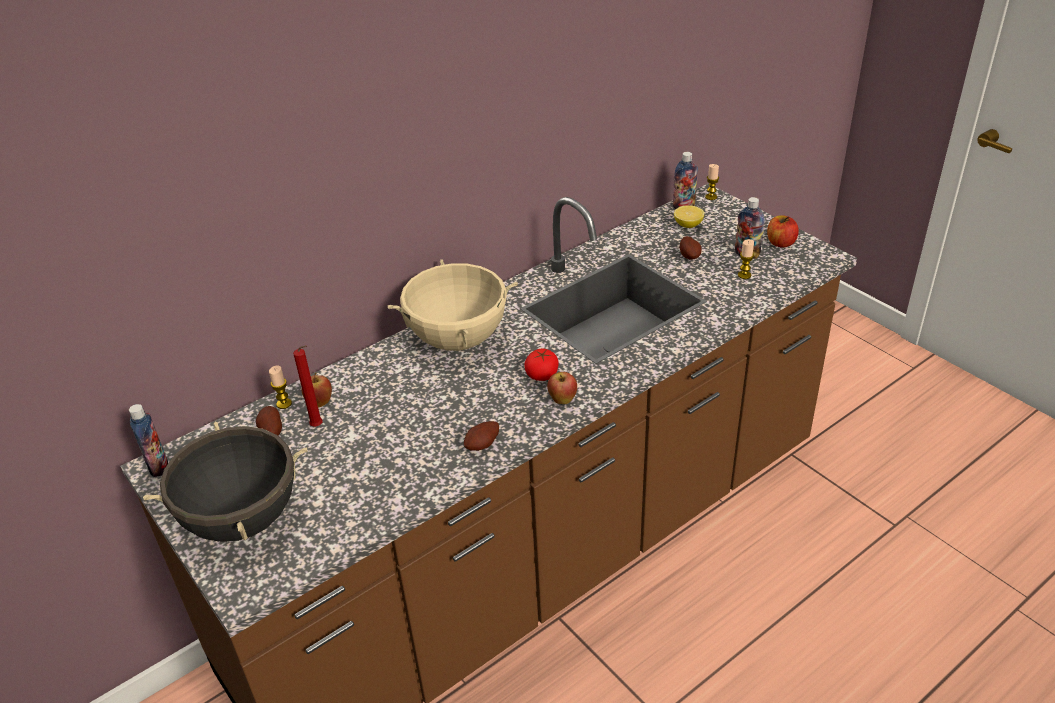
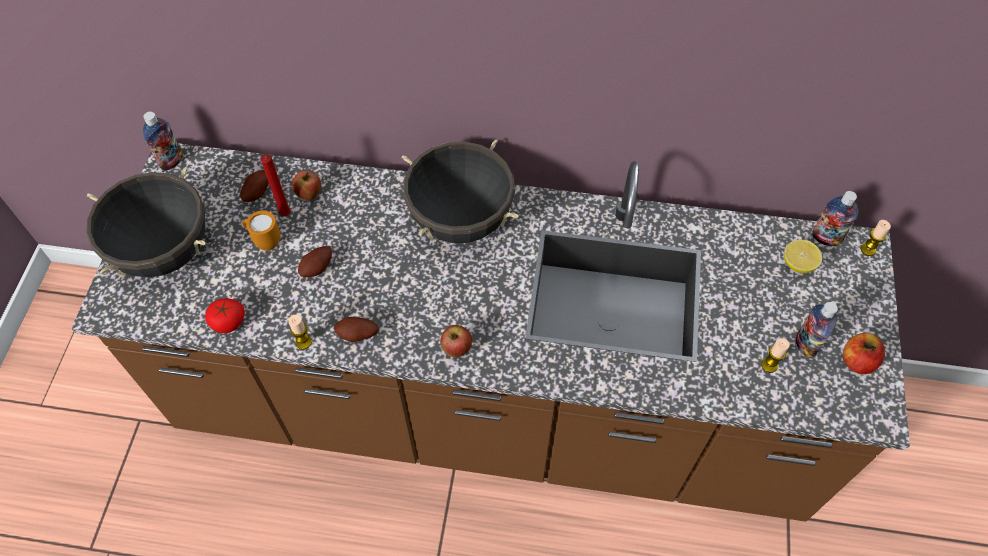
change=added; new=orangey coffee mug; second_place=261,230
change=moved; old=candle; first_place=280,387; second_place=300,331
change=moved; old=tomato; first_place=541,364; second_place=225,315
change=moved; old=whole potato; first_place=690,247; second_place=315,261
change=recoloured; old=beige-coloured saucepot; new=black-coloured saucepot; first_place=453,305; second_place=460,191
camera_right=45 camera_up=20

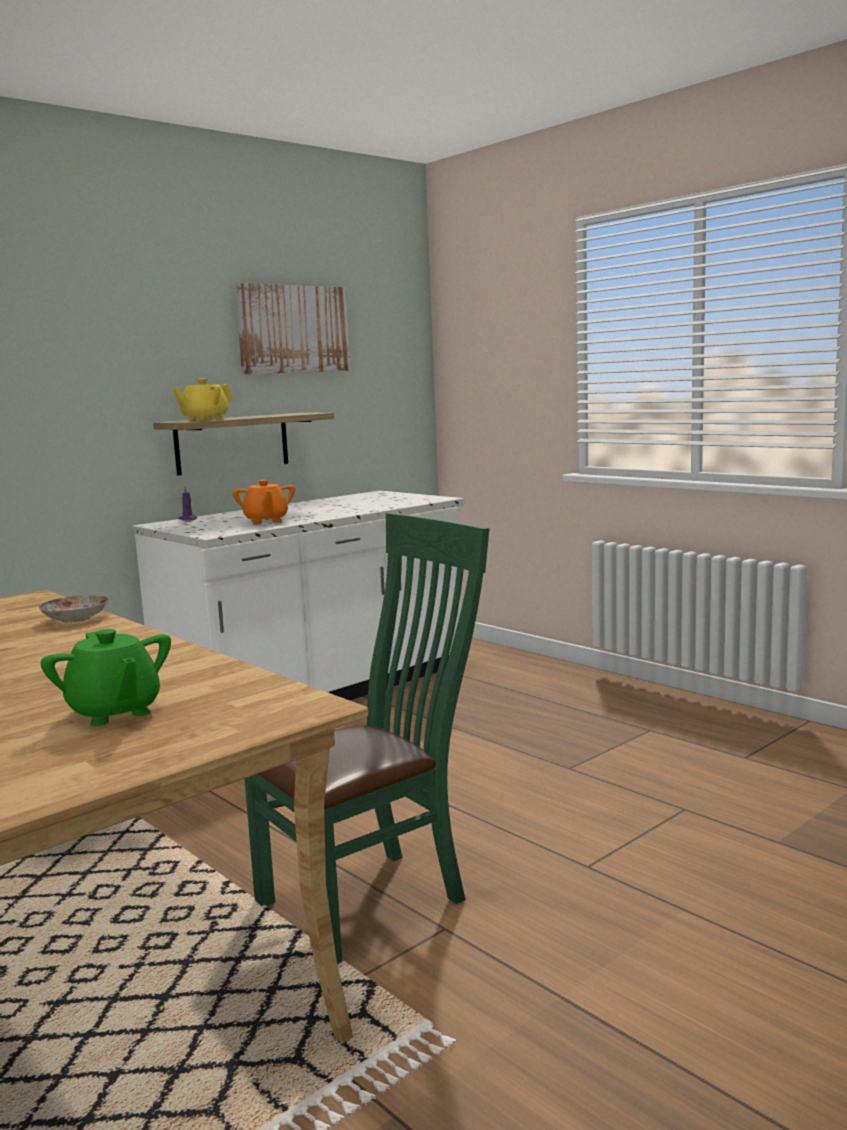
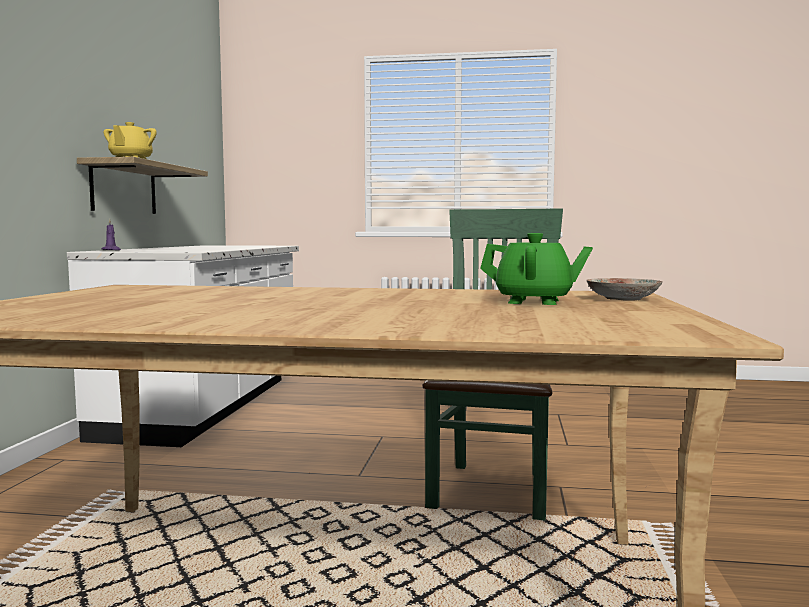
change=removed; old=orangey tea pot; first_place=263,502
change=removed; old=wall art; first_place=292,328
change=moved; old=dinner plate; first_place=74,608; second_place=624,289
camera_right=-40 camera_up=-5

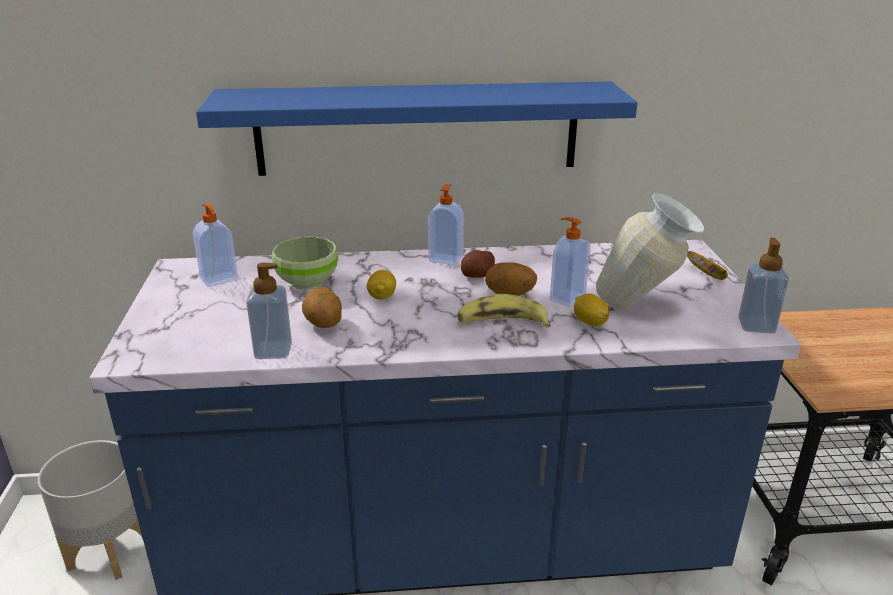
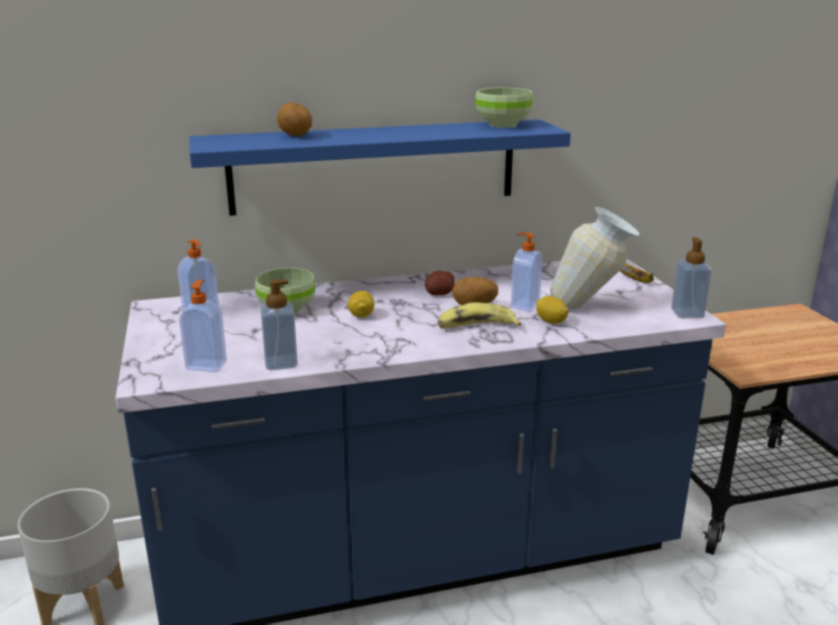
change=added; new=green-coloured serving bowl; second_place=504,108
change=moved; old=whole potato; first_place=322,307; second_place=294,119
change=moved; old=liquid soap bottle; first_place=446,224; second_place=203,326
camera_right=-10 camera_up=-5

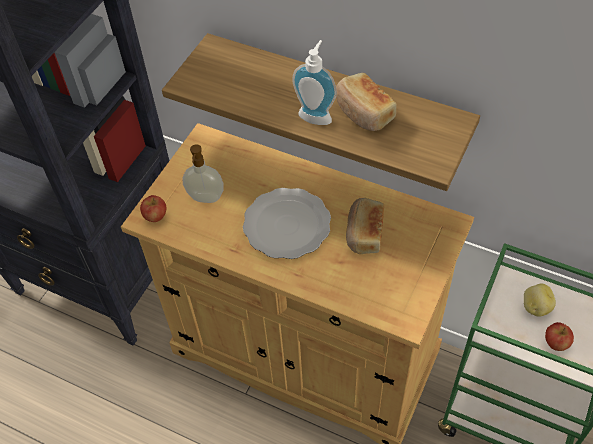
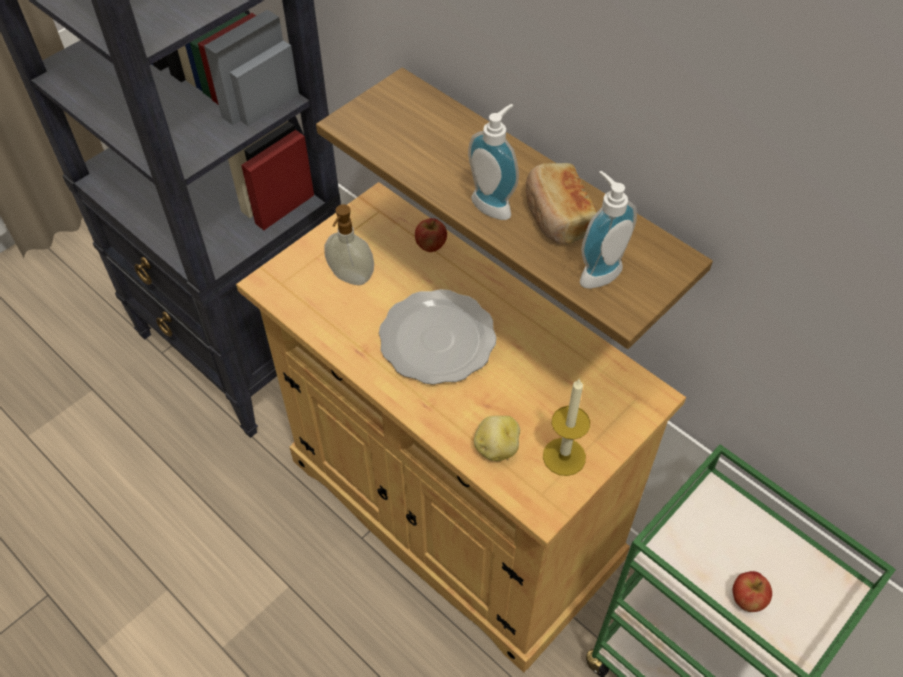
change=removed; old=bakery bread; first_place=365,226
change=added; new=candle; second_place=566,427
change=added; new=liquid soap bottle; second_place=608,230
change=moved; old=apple; first_place=153,208; second_place=431,235
change=moved; old=whole potato; first_place=540,300; second_place=497,438
camera_right=15 camera_up=0

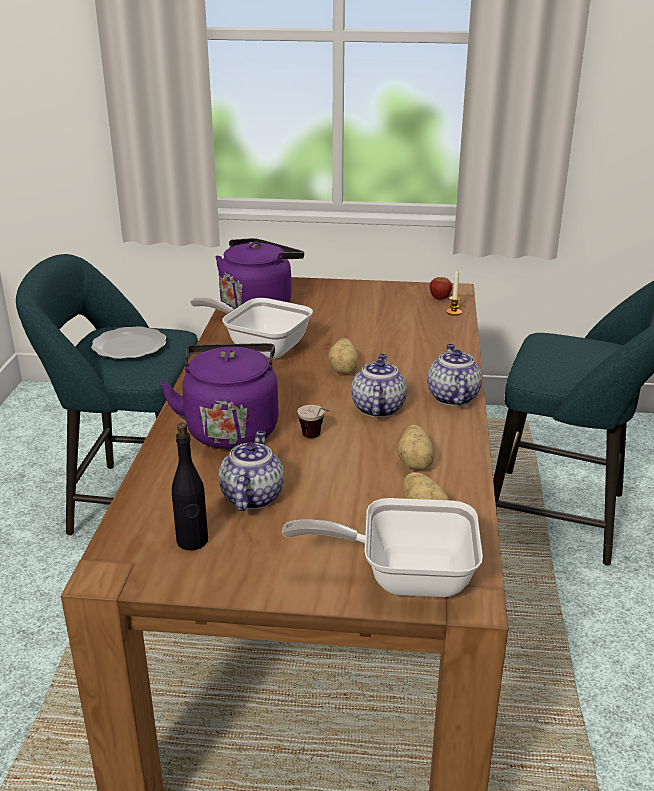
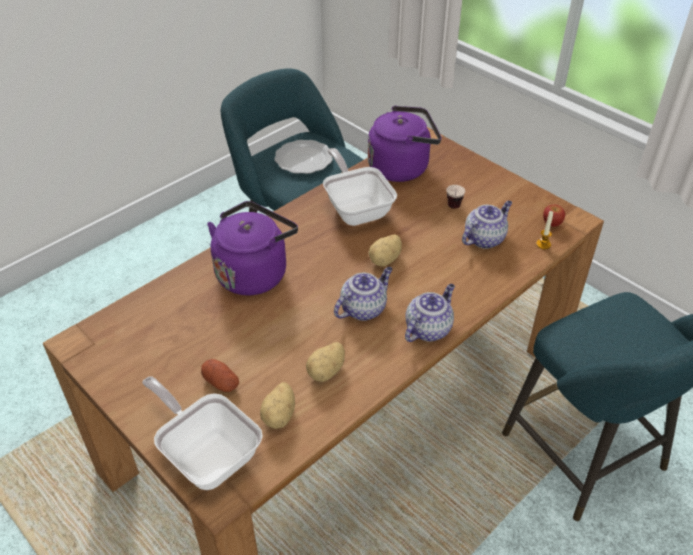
change=removed; old=black-coloured beverage bottle; first_place=190,486
change=added; new=whole potato; second_place=220,375
change=moved; old=tea pot; first_place=251,471; second_place=487,225
change=moved; old=drinking cup; first_place=313,421; second_place=455,197
camera_right=40 camera_up=15

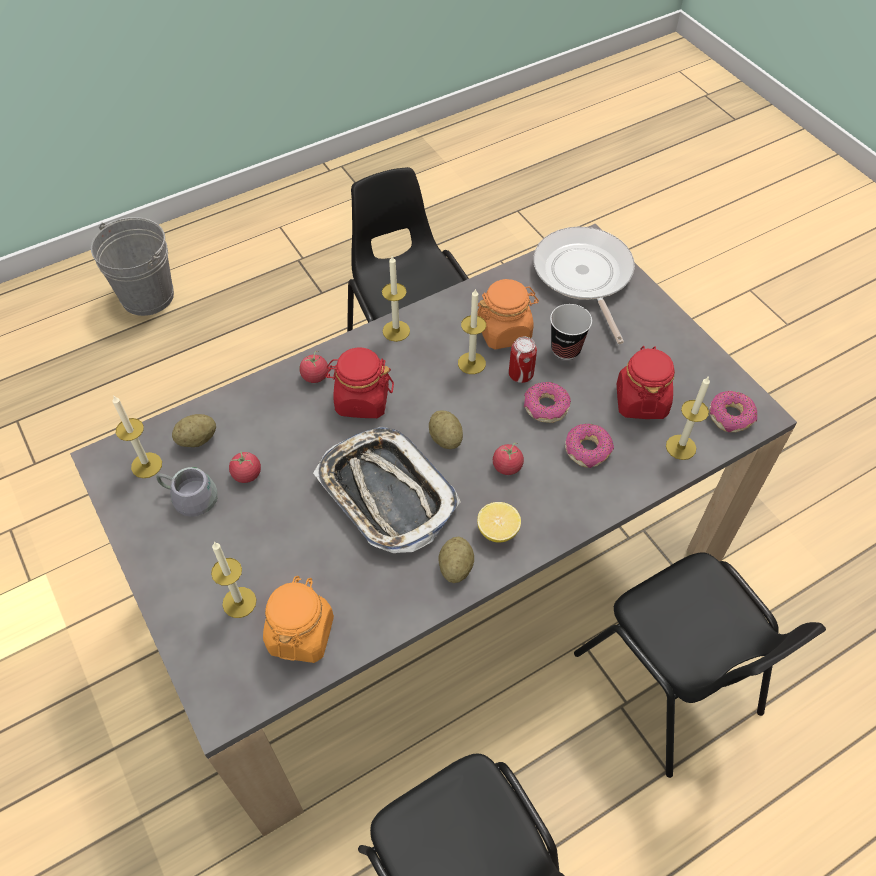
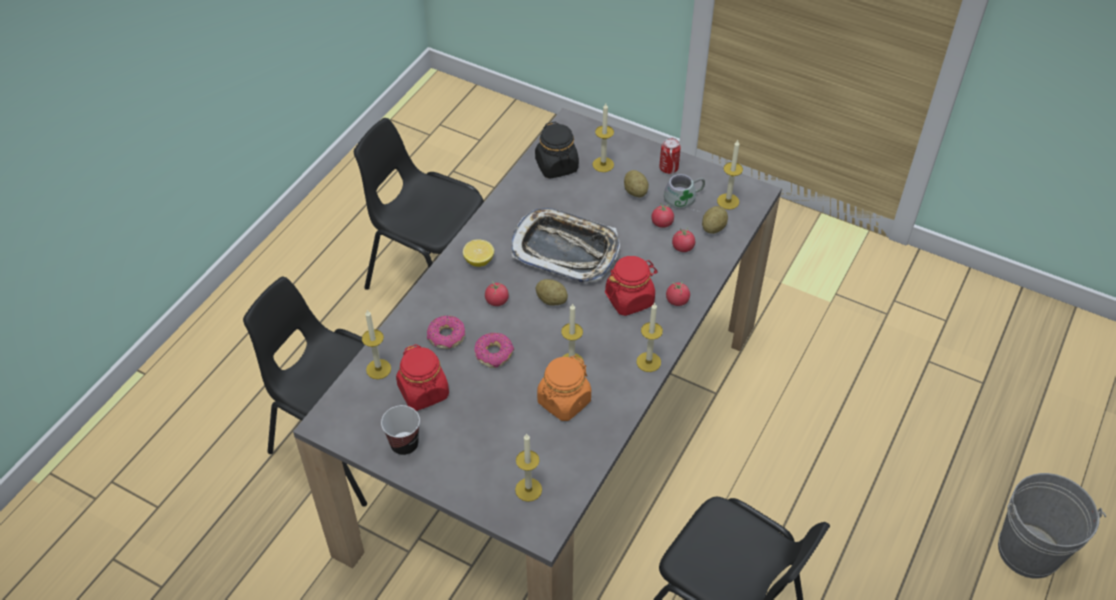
change=removed; old=donut; first_place=733,411
change=added; new=tomato; second_place=683,240
change=moved; old=whole potato; first_place=456,560; second_place=636,184
change=moved; old=sealed can; first_place=523,360; second_place=670,156
change=moved; old=drinking cup; first_place=571,332; second_place=400,430
change=replaced; old=pan; new=candle; first_place=584,285; second_place=528,468
change=recoloured; old=orangey jar; new=black-coloured jar; first_place=298,619; second_place=557,150
camera_right=150 camera_up=-5

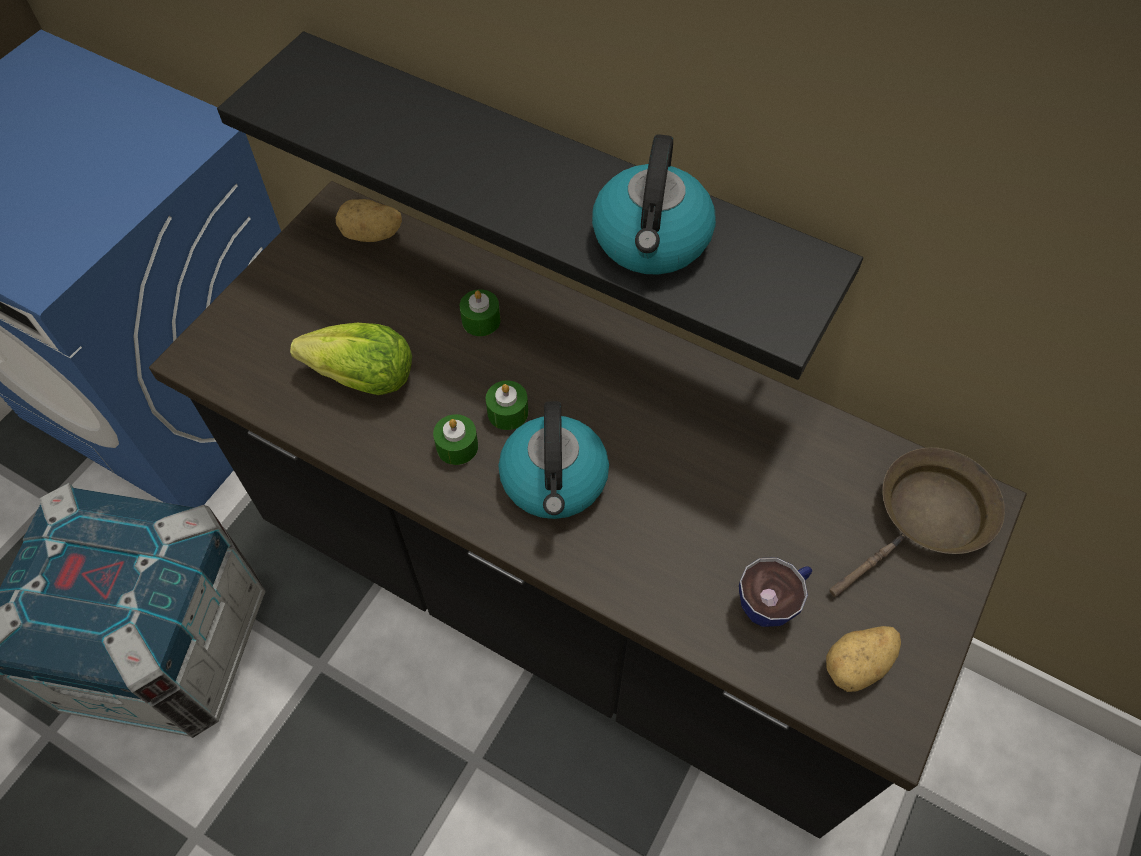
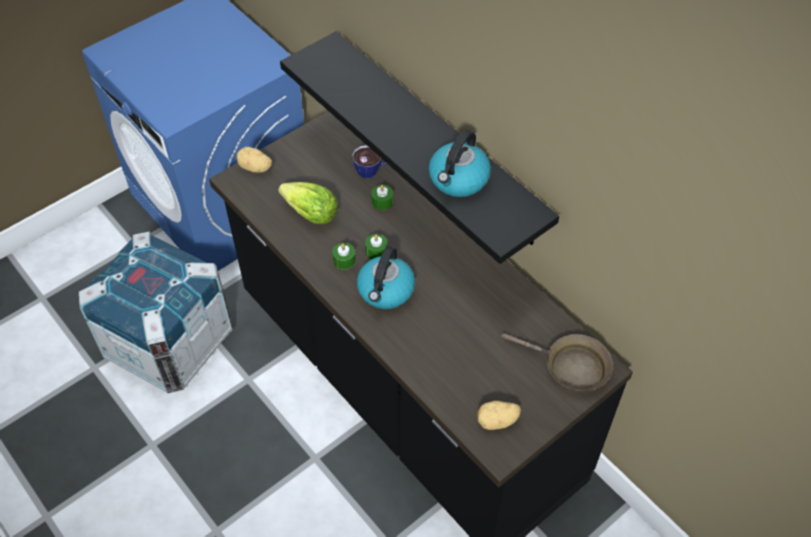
change=moved; old=whole potato; first_place=369,220; second_place=254,160
change=moved; old=drinking cup; first_place=775,592; second_place=369,161
change=turned; old=brown-coloured pan; first_place=917,522; second_place=557,362; degrees=45
camera_right=20 camera_up=-5

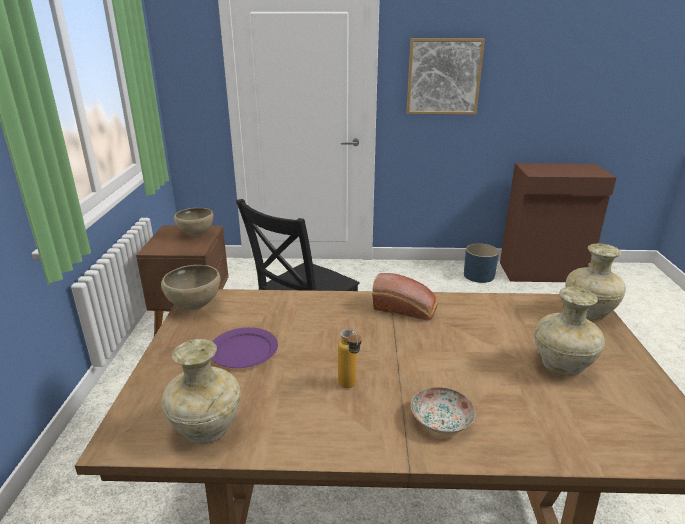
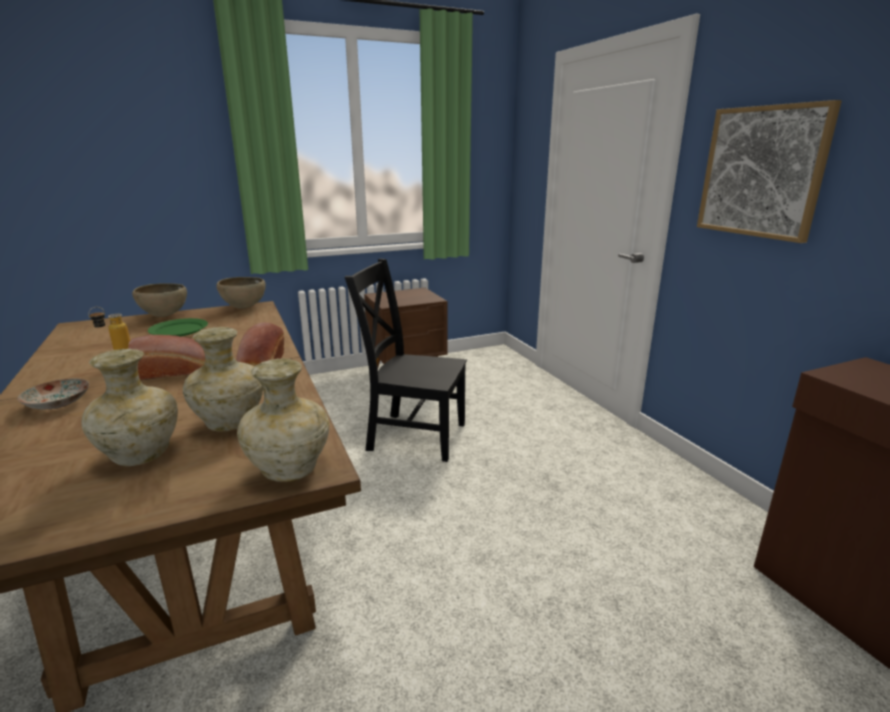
change=removed; old=blue-coloured flower pot; first_place=481,263
change=added; new=bakery bread; second_place=166,357
change=moved; old=beige-coloured vase; first_place=201,391; second_place=223,379
change=moved; old=brown-coloured serving bowl; first_place=194,222; second_place=159,300
change=recoloured; old=purplish dinner plate; new=green-coloured dinner plate; first_place=244,347; second_place=178,327
camera_right=65 camera_up=-5

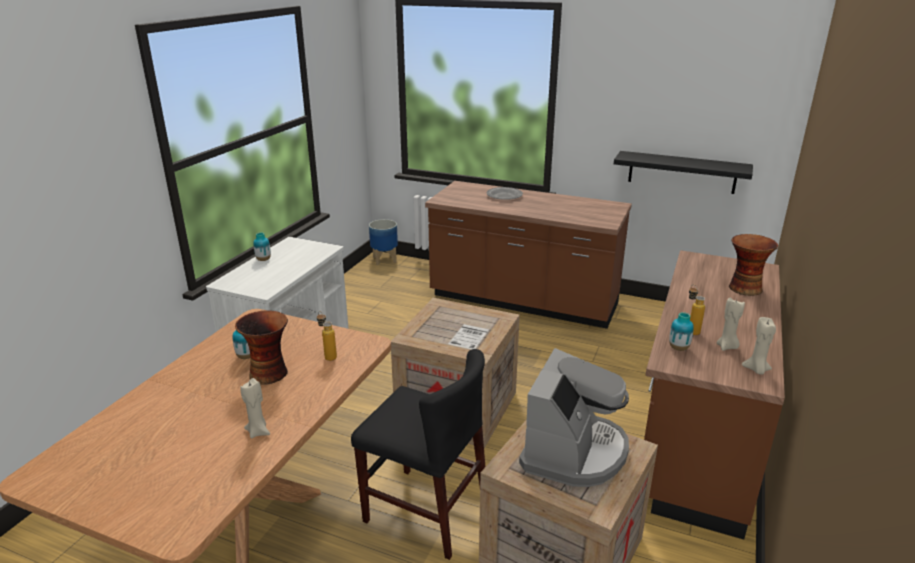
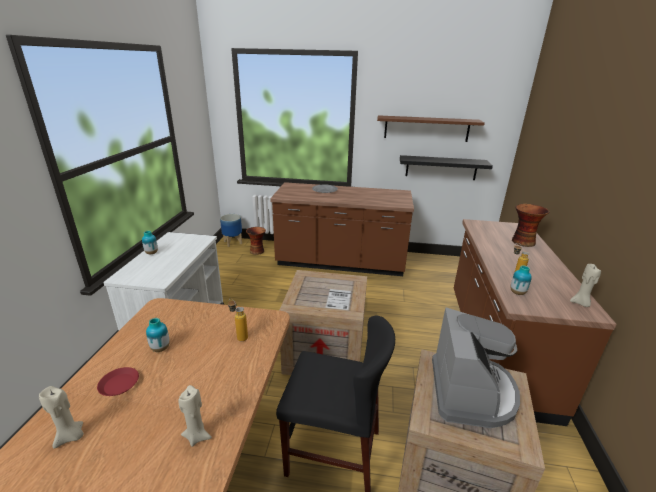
change=added; new=red dinner plate; second_place=118,381
change=added; new=brown-coloured bracket shelf; second_place=431,128
change=moved; old=vase; first_place=261,348; second_place=256,241
change=moved; old=beige-coloured candle; first_place=731,324; second_place=61,417
camera_right=-15 camera_up=0

